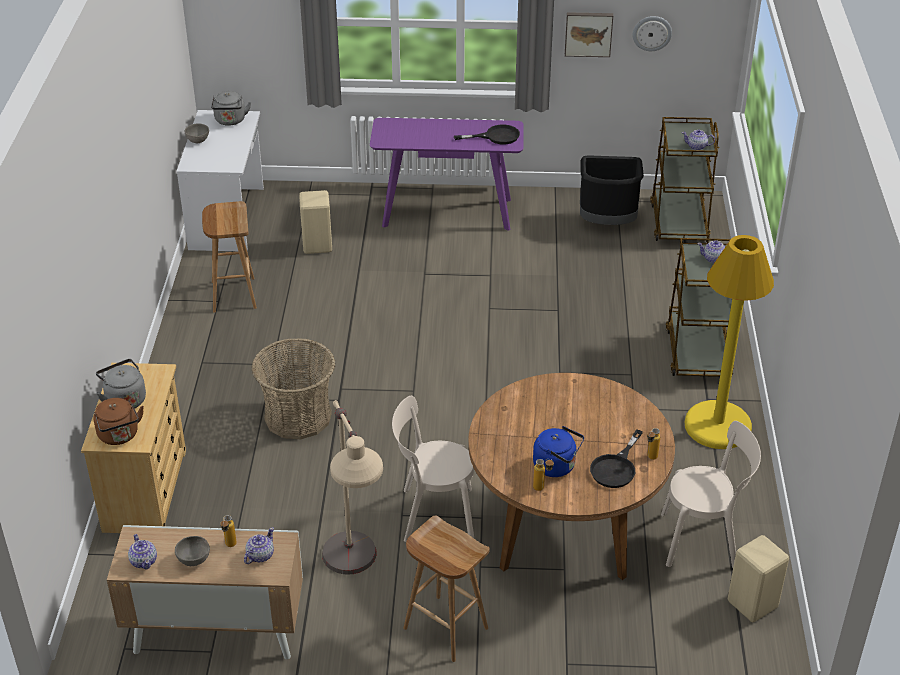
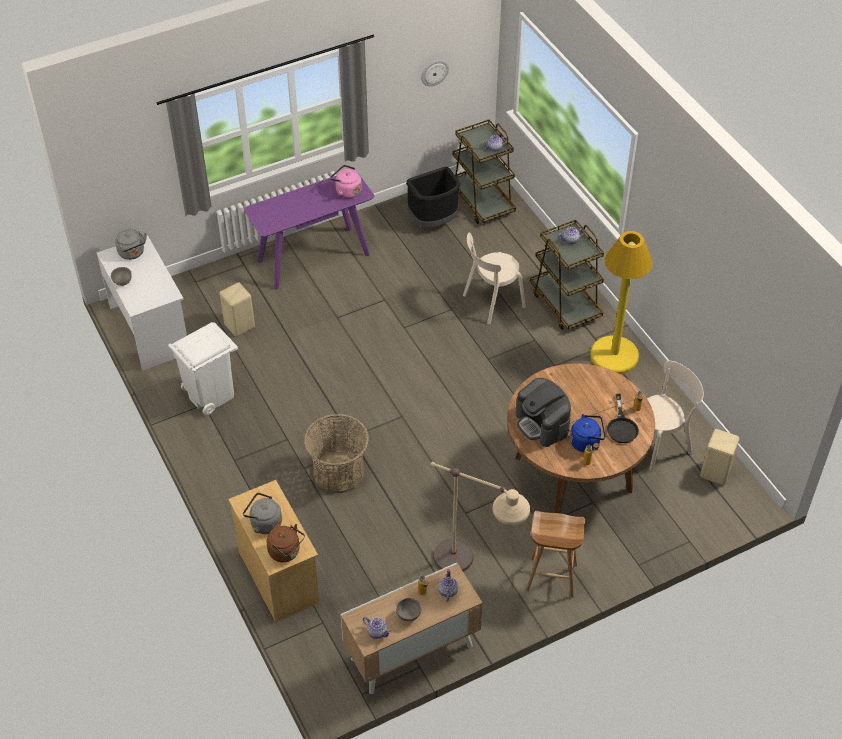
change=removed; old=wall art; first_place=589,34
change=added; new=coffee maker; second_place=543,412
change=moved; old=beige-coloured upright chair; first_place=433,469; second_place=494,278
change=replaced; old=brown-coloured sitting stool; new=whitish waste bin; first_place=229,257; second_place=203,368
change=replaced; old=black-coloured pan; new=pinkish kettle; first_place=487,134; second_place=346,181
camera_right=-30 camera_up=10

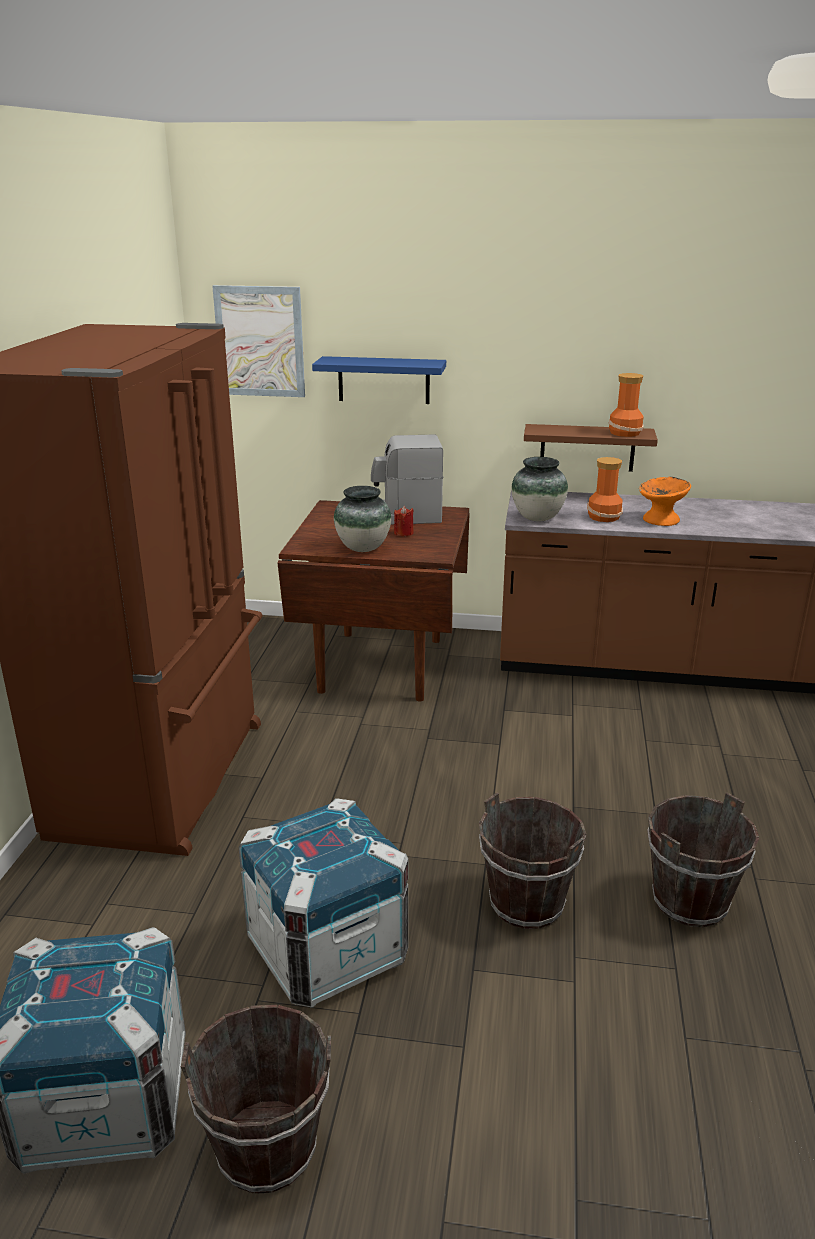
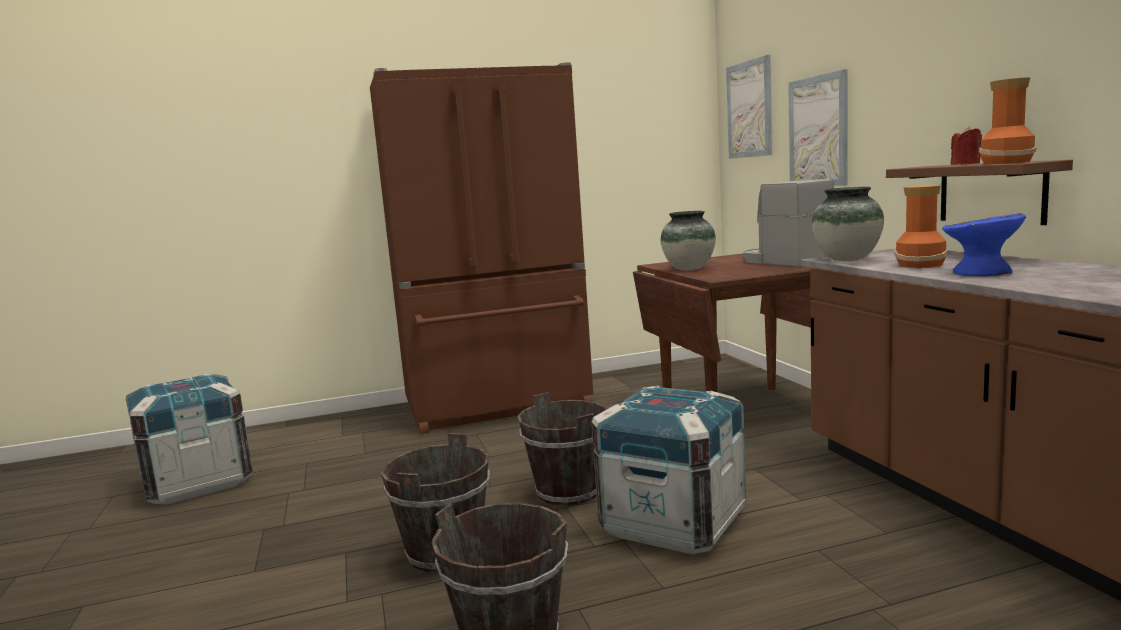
change=moved; old=brown-coloured water bucket; first_place=256,1099; second_place=562,449
change=moved; old=packing crate; first_place=323,903; second_place=669,470
change=moved; old=red candle; first_place=404,521; second_place=966,146
change=replaced; old=blue-coloured bracket shelf; new=wall art; first_place=379,380; second_place=818,127
change=recoloured; old=orangey serving bowl; new=blue-coloured serving bowl; first_place=665,501; second_place=984,244
camera_right=65 camera_up=-15

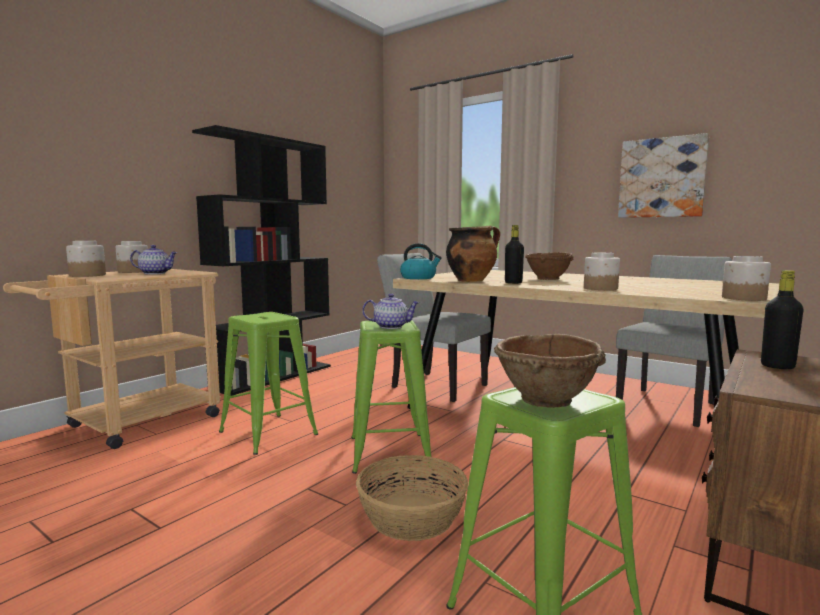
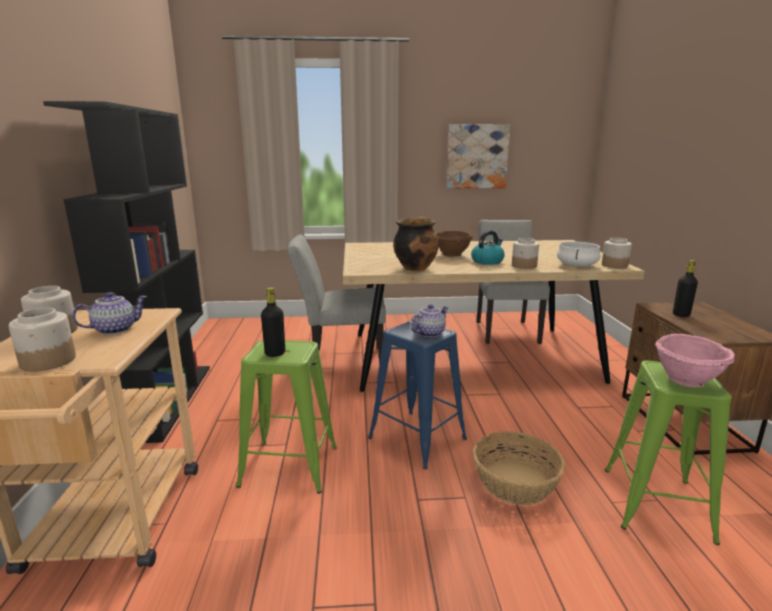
change=added; new=whitish saucepot; second_place=578,254
change=moved; old=kettle; first_place=421,261; second_place=488,247
change=moved; old=black-coloured beverage bottle; first_place=514,254; second_place=273,322
change=recoloured; old=green-coloured sitting stool; new=blue-coloured sitting stool; first_place=391,397; second_place=417,395
change=recoloured; old=brown-coloured serving bowl; new=pinkish serving bowl; first_place=550,371; second_place=695,360
camera_right=-40 camera_up=10

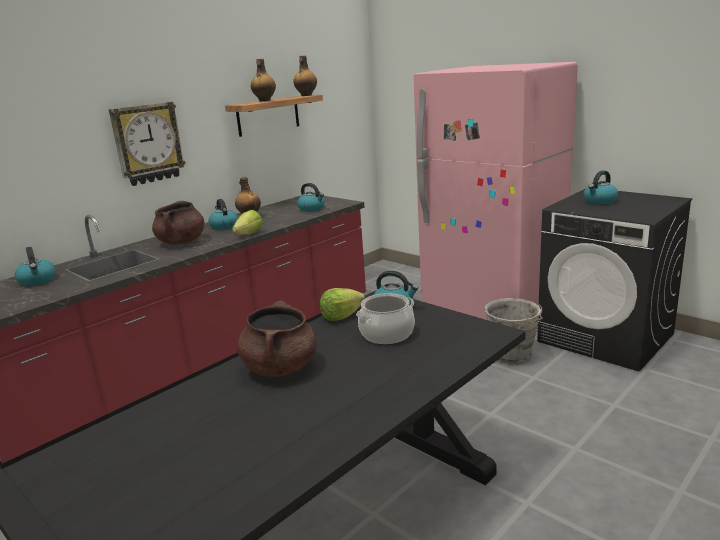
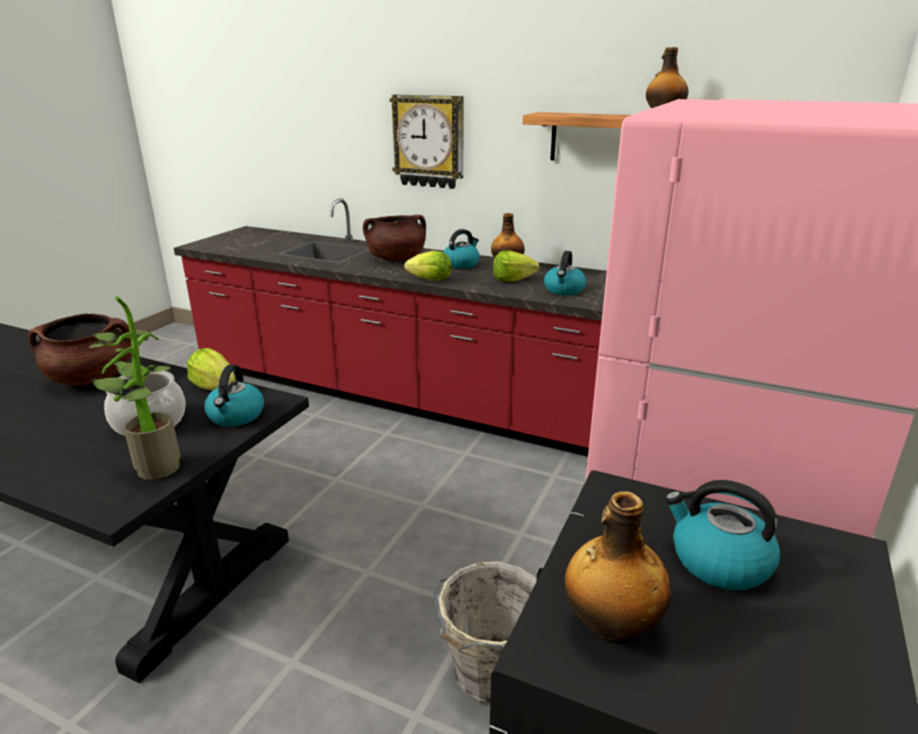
change=removed; old=kettle; first_place=35,266
change=added; new=plant in a pot; second_place=134,388
change=added; new=lettuce; second_place=516,266
change=moved; old=beverage bottle; first_place=263,80; second_place=618,568
camera_right=70 camera_up=5

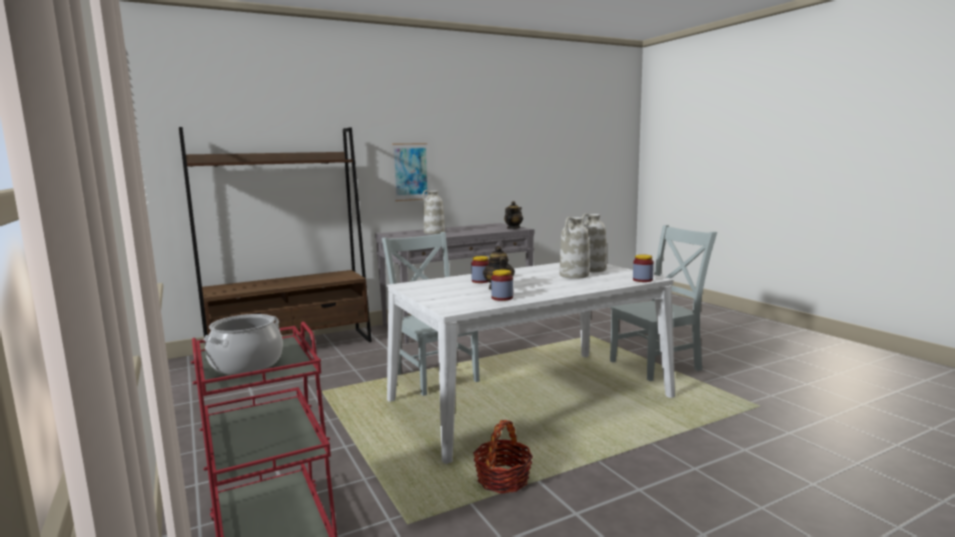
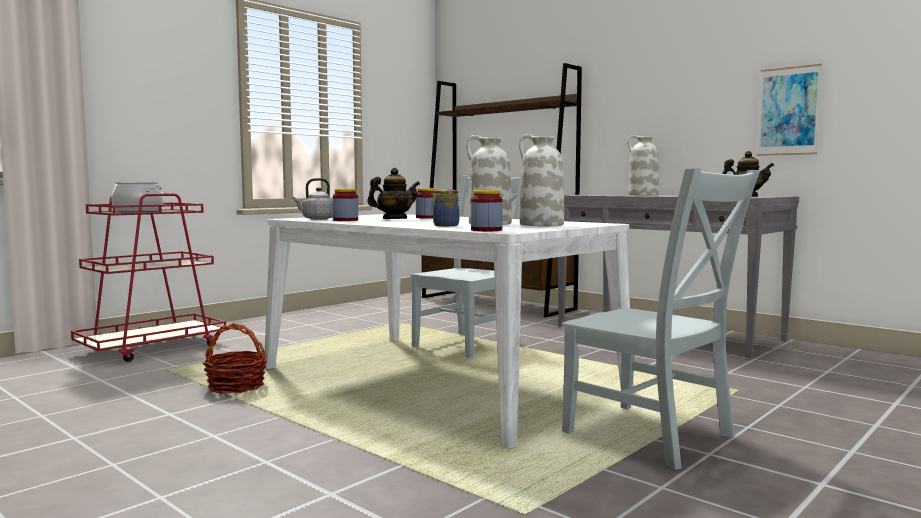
change=added; new=greyish kettle; second_place=313,199
change=added; new=jar; second_place=444,207
change=moved; old=wall art; first_place=410,172; second_place=789,110
camera_right=70 camera_up=-5

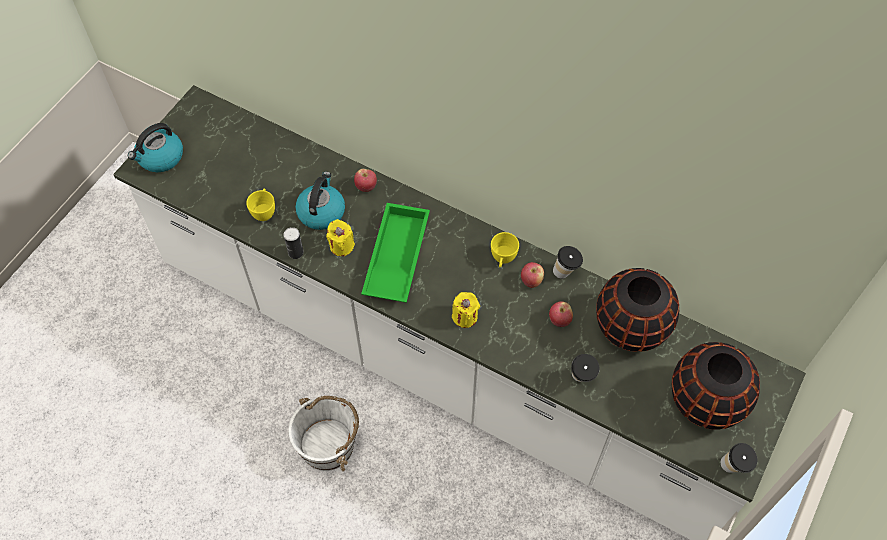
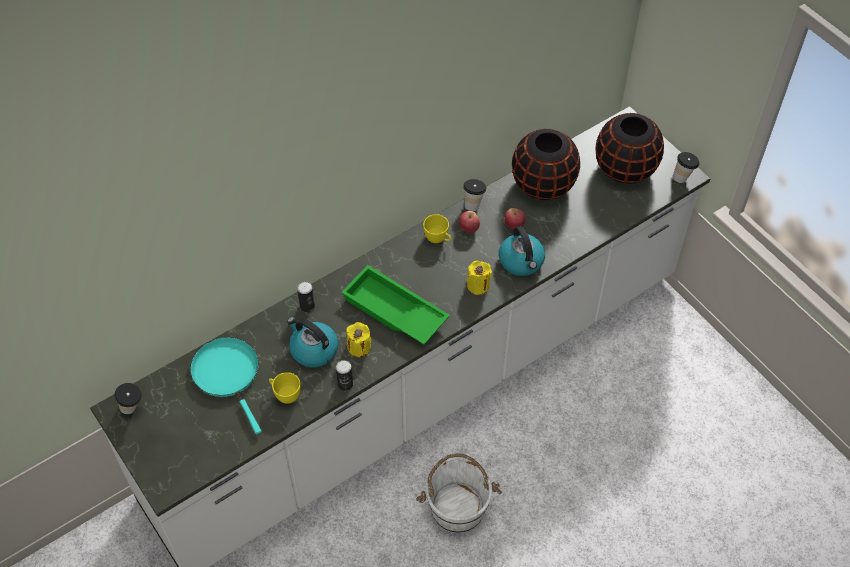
change=added; new=blue-green pan; second_place=226,385
change=moved; old=kettle; first_place=155,147; second_place=522,251
change=moved; old=drinking cup; first_place=585,368; second_place=128,398
change=replaced; old=apple; new=sealed can; first_place=365,180; second_place=306,297
camera_right=-65 camera_up=-5

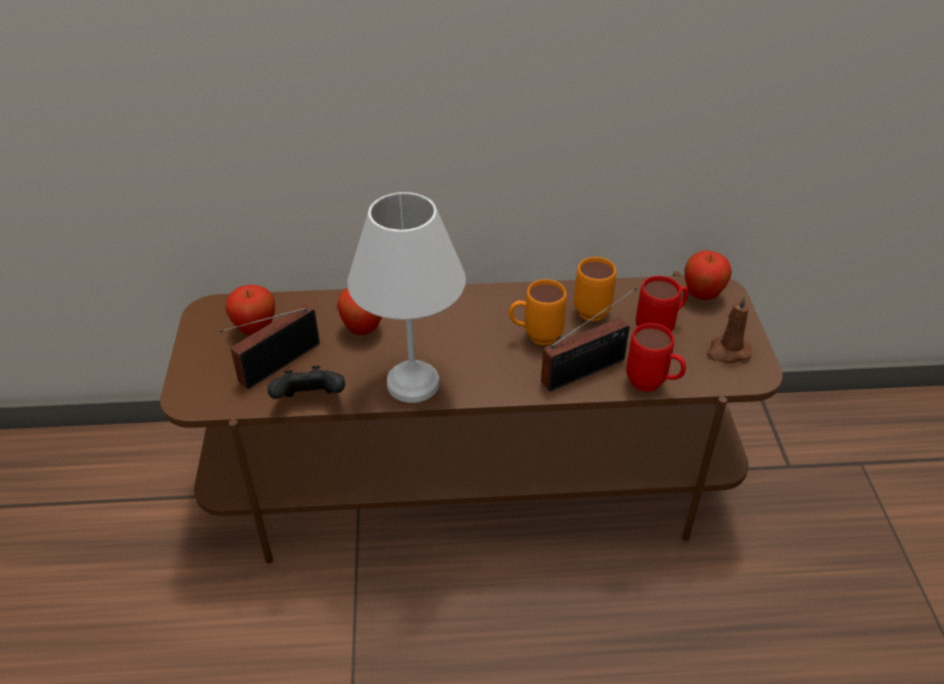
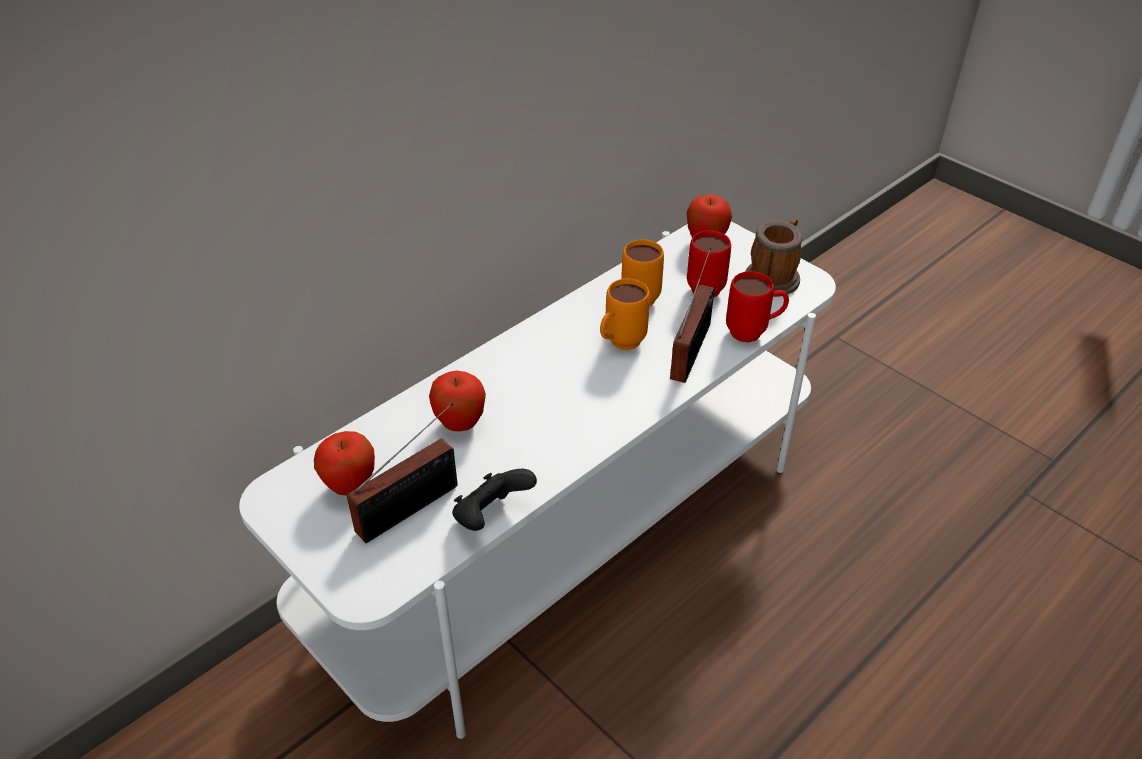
change=removed; old=whitish lamp for a table; first_place=406,297
change=replaced; old=brown-coloured candle; new=coffee mug; first_place=729,328; second_place=773,257
change=recoloured; old=brown-coloured tv unit; new=whitish tv unit; first_place=471,417; second_place=537,480
change=turned; old=radio receiver; first_place=270,346; second_place=402,472; degrees=-135
camera_right=-40 camera_up=0

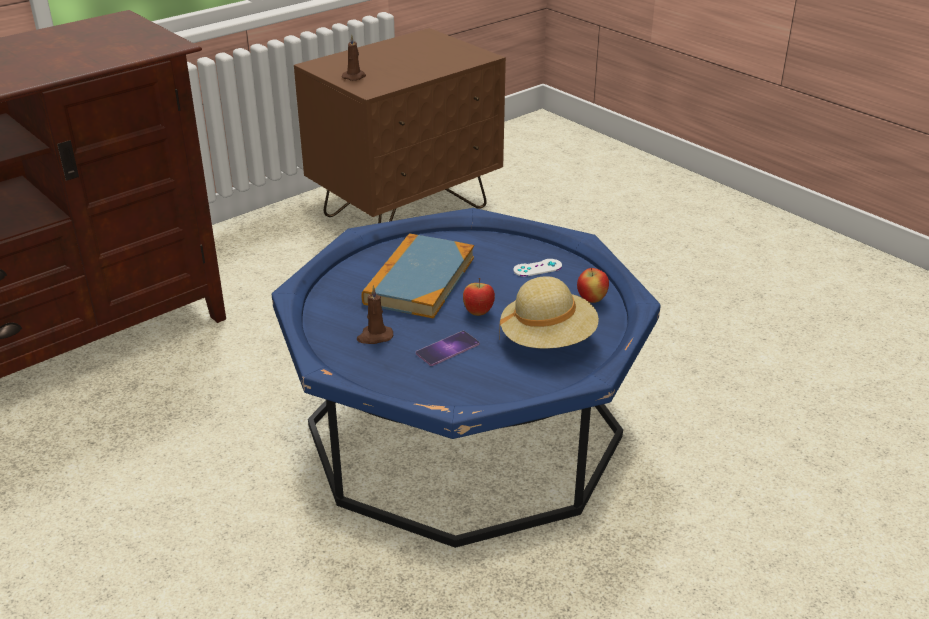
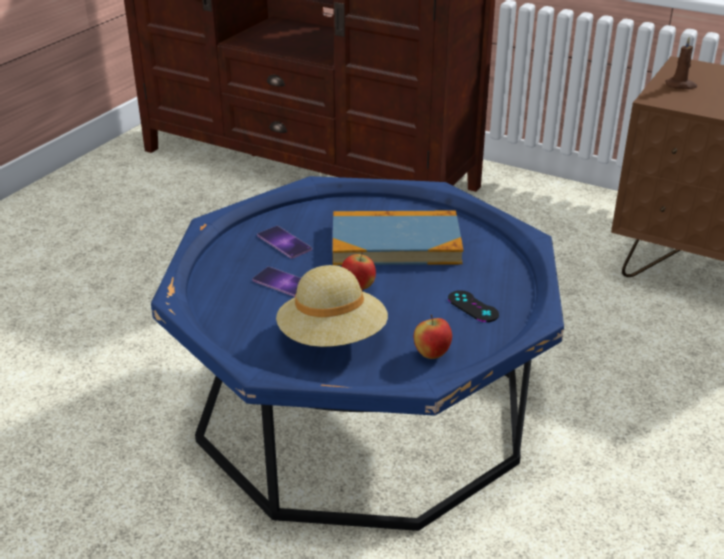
change=replaced; old=brown-coloured candle; new=handset; first_place=375,315; second_place=284,242
change=recoloured; old=whitish gamepad; new=black-coloured gamepad; first_place=537,268; second_place=473,306
camera_right=70 camera_up=0

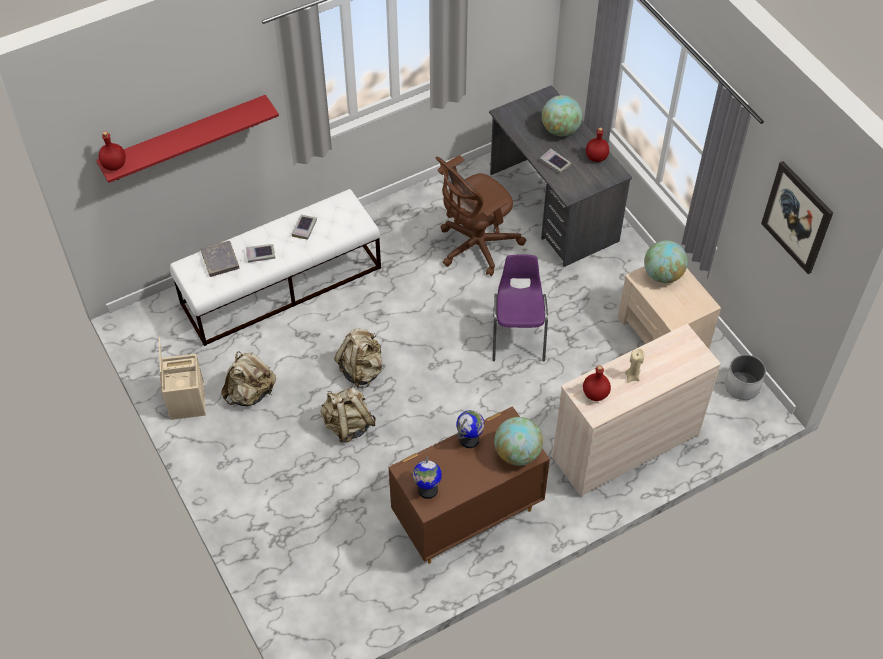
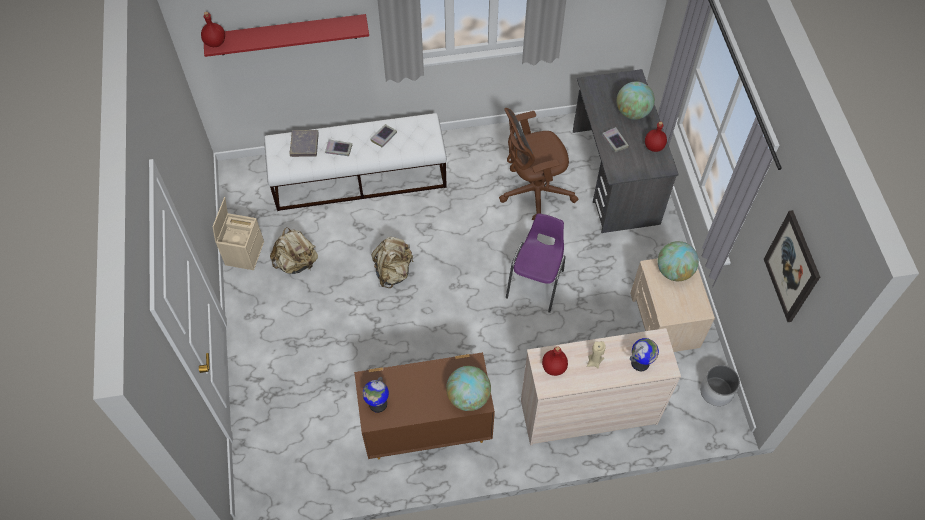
change=removed; old=beige-coloured backpack; first_place=348,415
change=moved; old=globe; first_place=470,429; second_place=644,354
camera_right=20 camera_up=5

